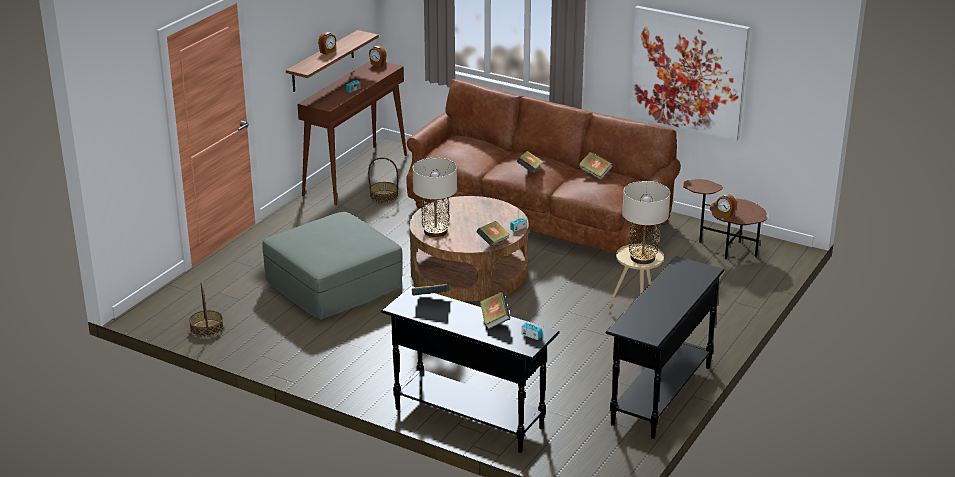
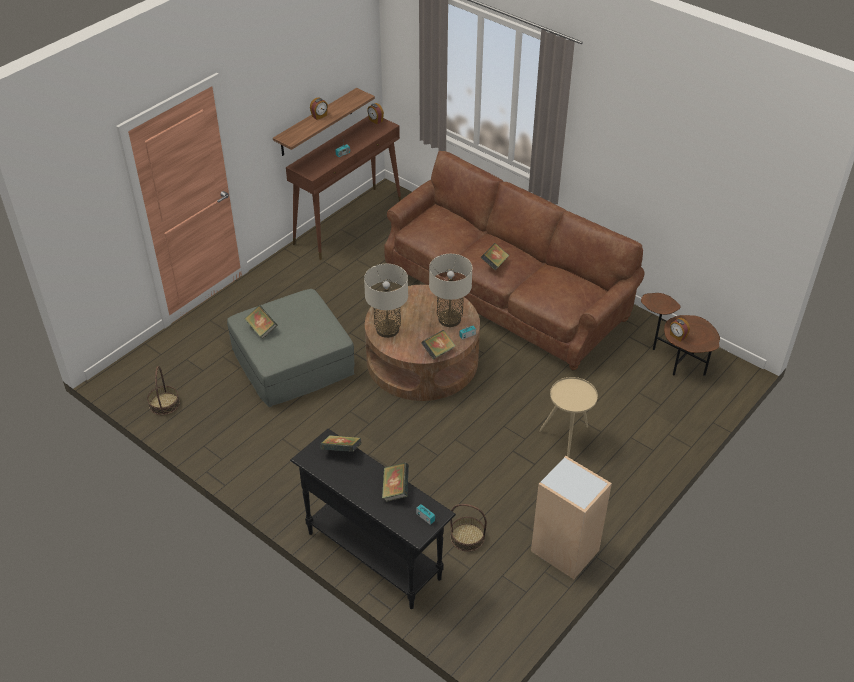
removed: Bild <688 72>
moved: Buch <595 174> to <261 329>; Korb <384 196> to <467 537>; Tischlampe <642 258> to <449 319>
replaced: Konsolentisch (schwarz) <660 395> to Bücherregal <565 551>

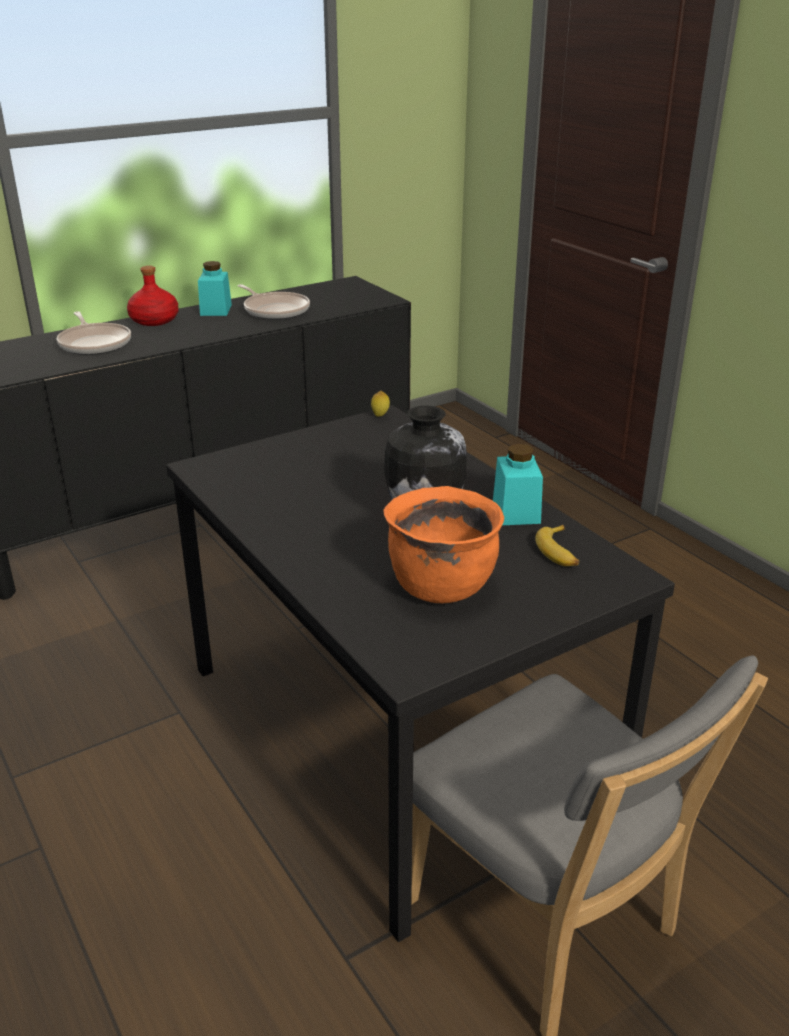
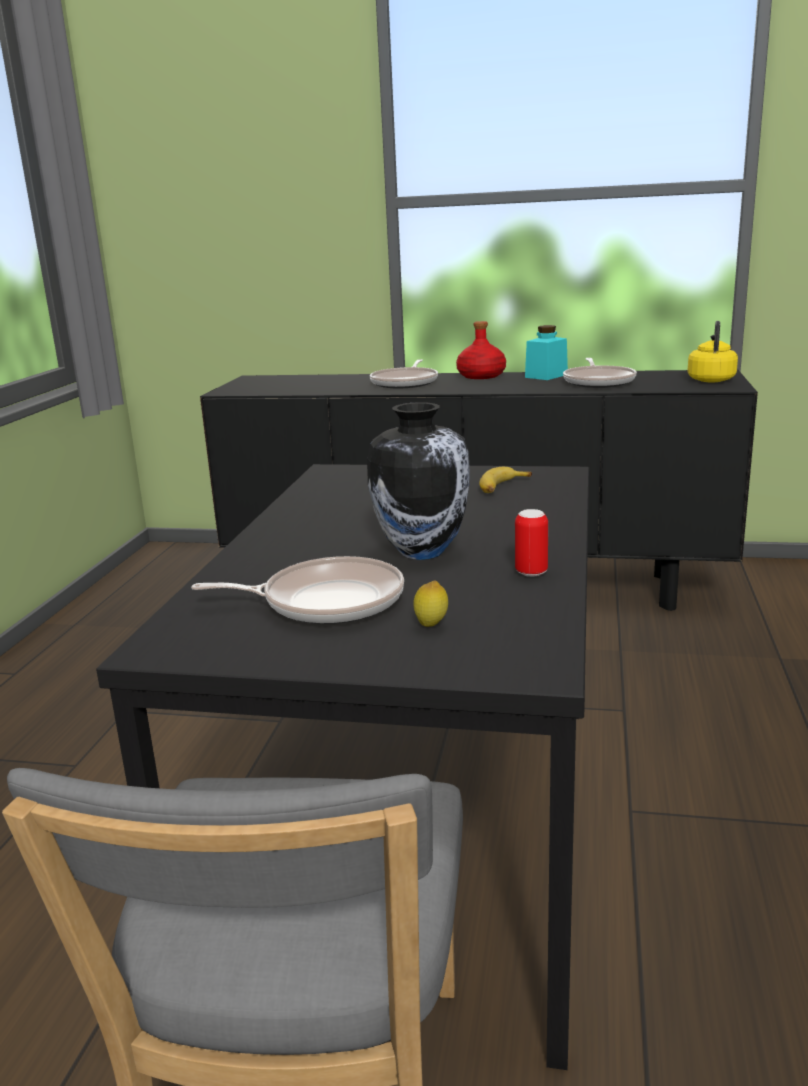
added: Wasserkessel (gelb) <711 379>
moved: Zitrone <380 415> to <431 626>; Banane <559 552> to <502 487>
replaced: Vorratsglas (türkis) <516 512> to Dose <531 572>; Kochtopf (orange) <441 585> to Pfanne <326 601>

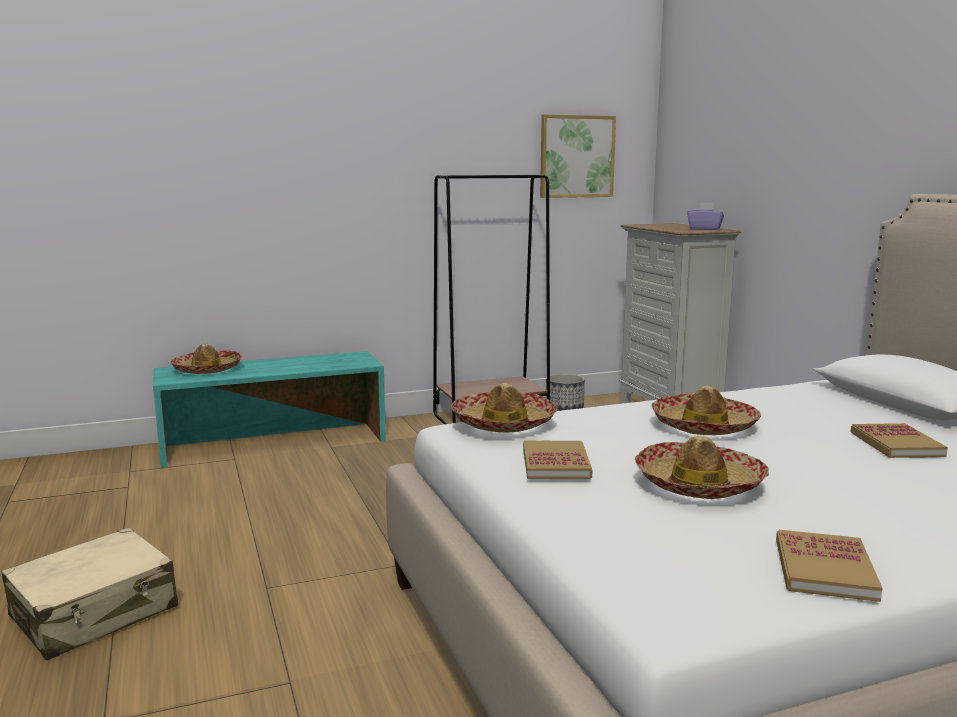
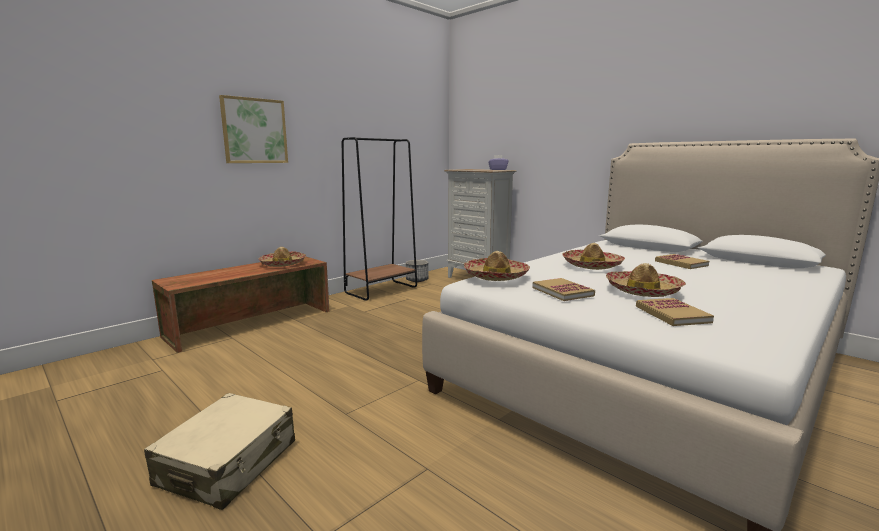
moved: Bild <576 156> to <254 131>; Hut <207 369> to <283 264>; Buch <824 569> to <672 314>
recoloured: Bank (türkis) <275 441> to Bank (braun) <252 322>

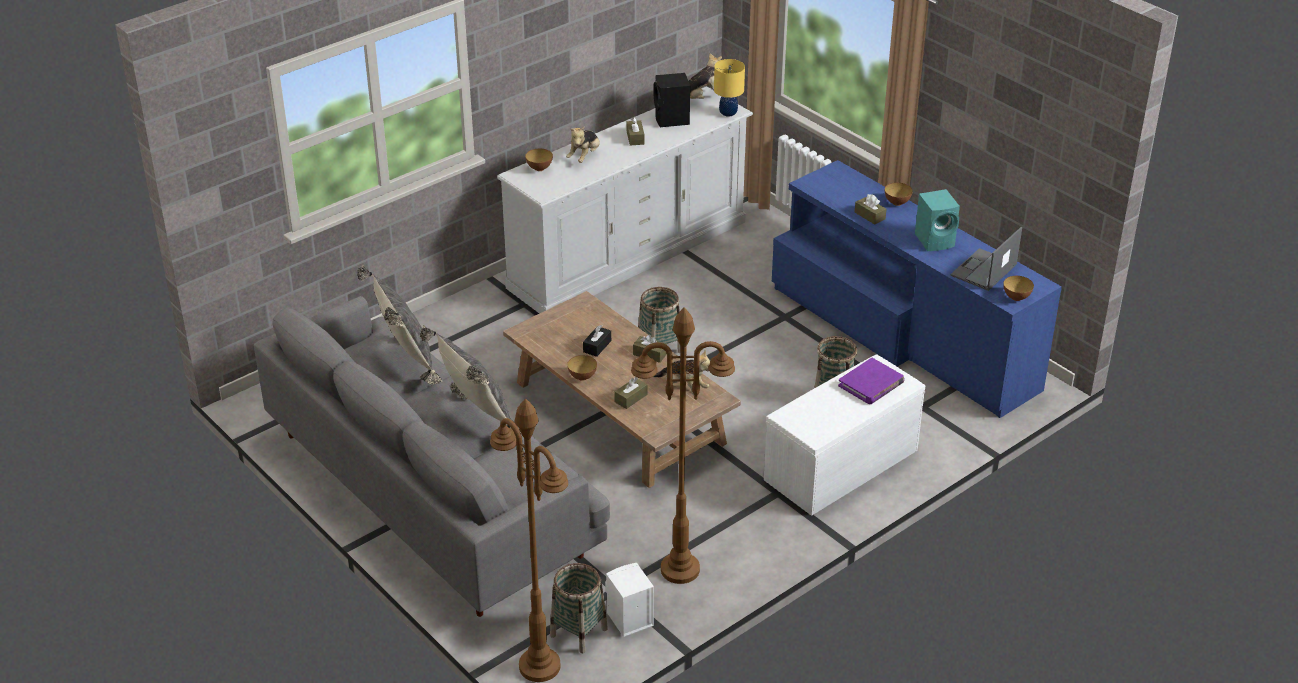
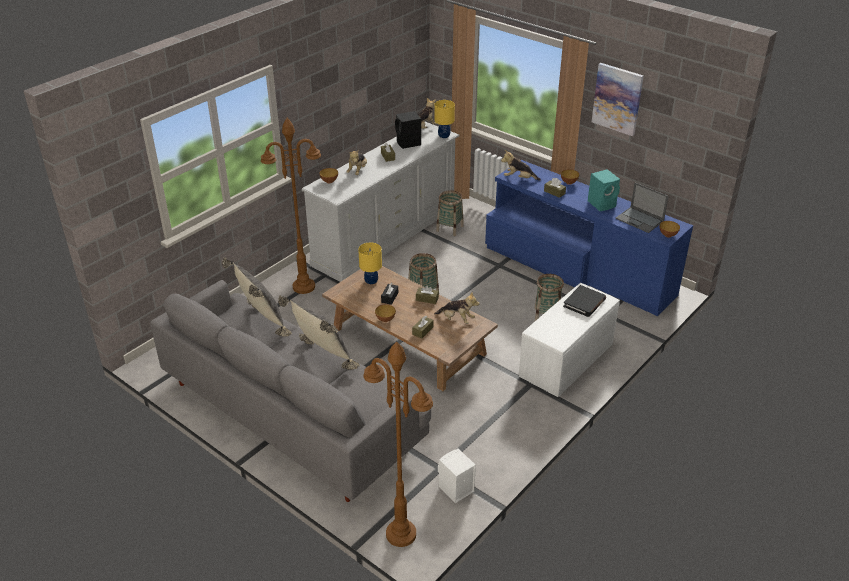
added: Bild <617 99>; Plüschtier <519 178>; Tischlampe (gelb) <371 282>
moved: Stehlampe (braun) <679 570> to <303 287>; Korb <579 632> to <450 228>
recoloured: Buch (lila) <871 384> to Buch (schwarz) <584 303>
turned: Laptop <983 270> = <640 220> 75 degrees counterclockwise

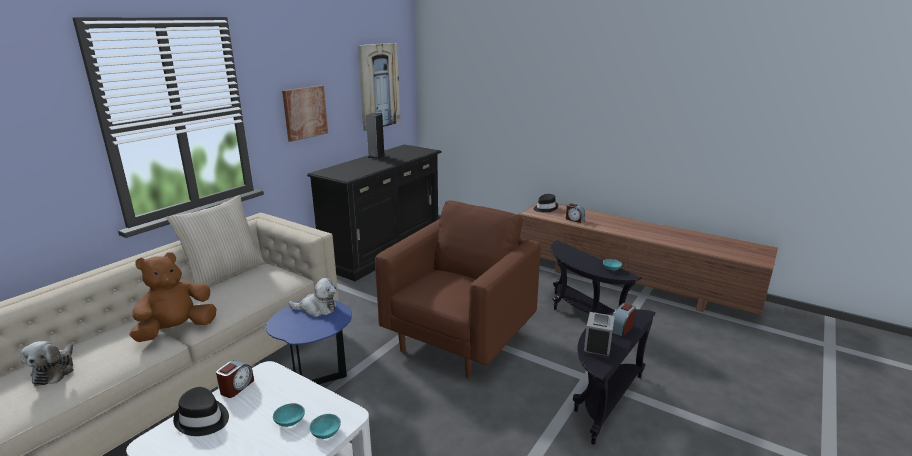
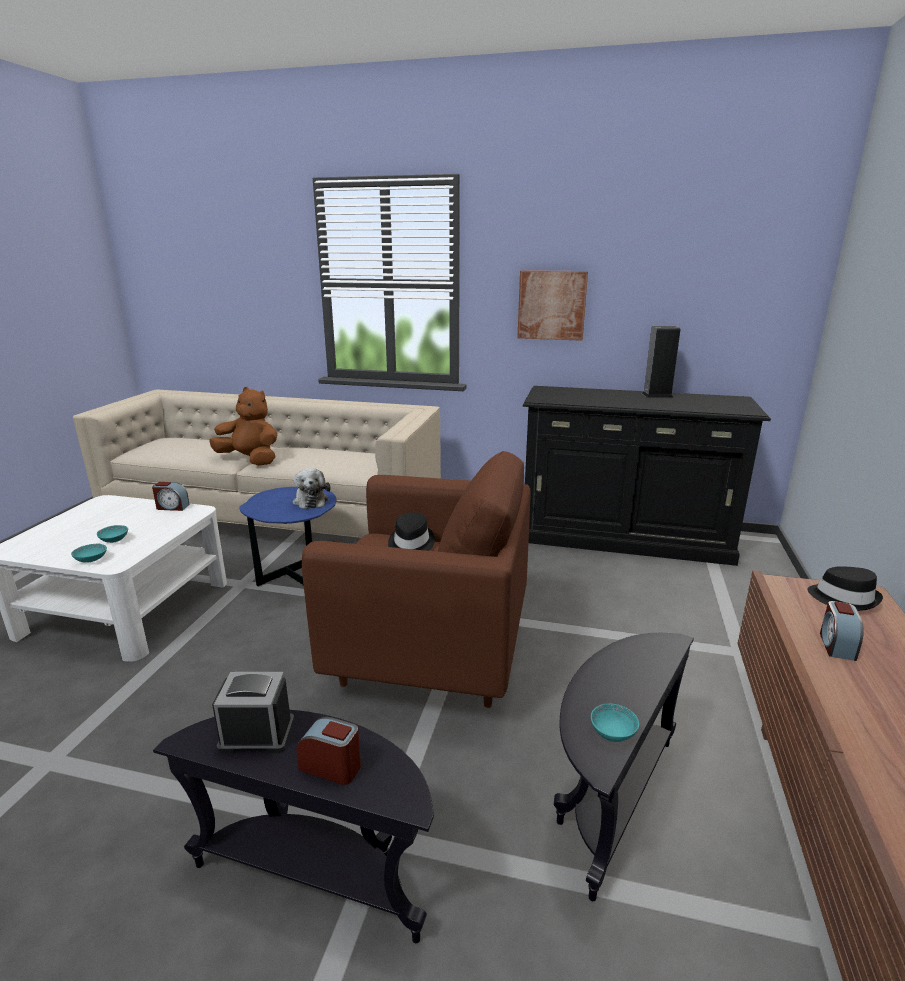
removed: Bild <378 86>; Kissen (beige) <224 273>; Plüschtier <55 371>
moved: Hut (schwarz) <202 419> to <410 544>

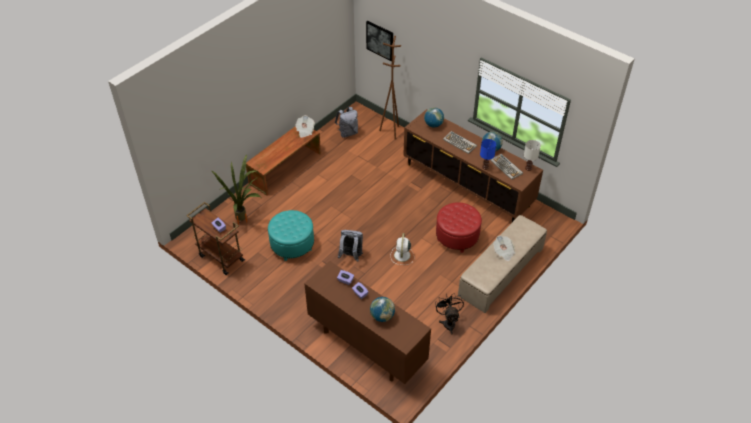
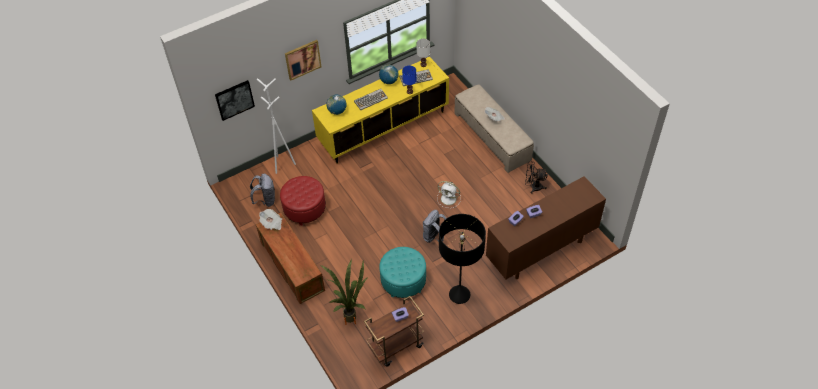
removed: Globus <382 316>
added: Bild <302 59>; Stehlampe (schwarz) <459 296>
moved: Polsterhocker (rot) <457 237> to <305 210>
recoloured: Kleiderständer (braun) <391 132> to Kleiderständer (weiß) <283 164>; Schrank (braun) <467 185> to Schrank (gelb) <383 128>

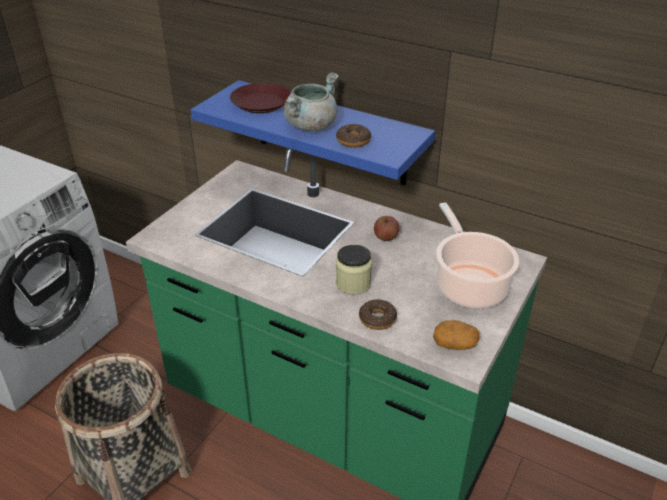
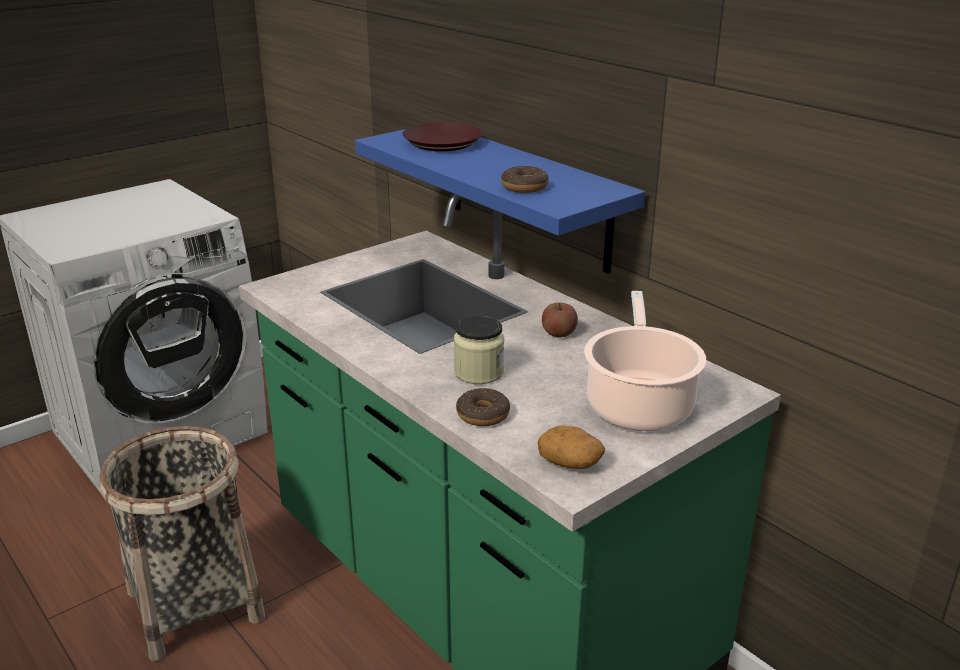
removed: Kochtopf (grau) <310 125>

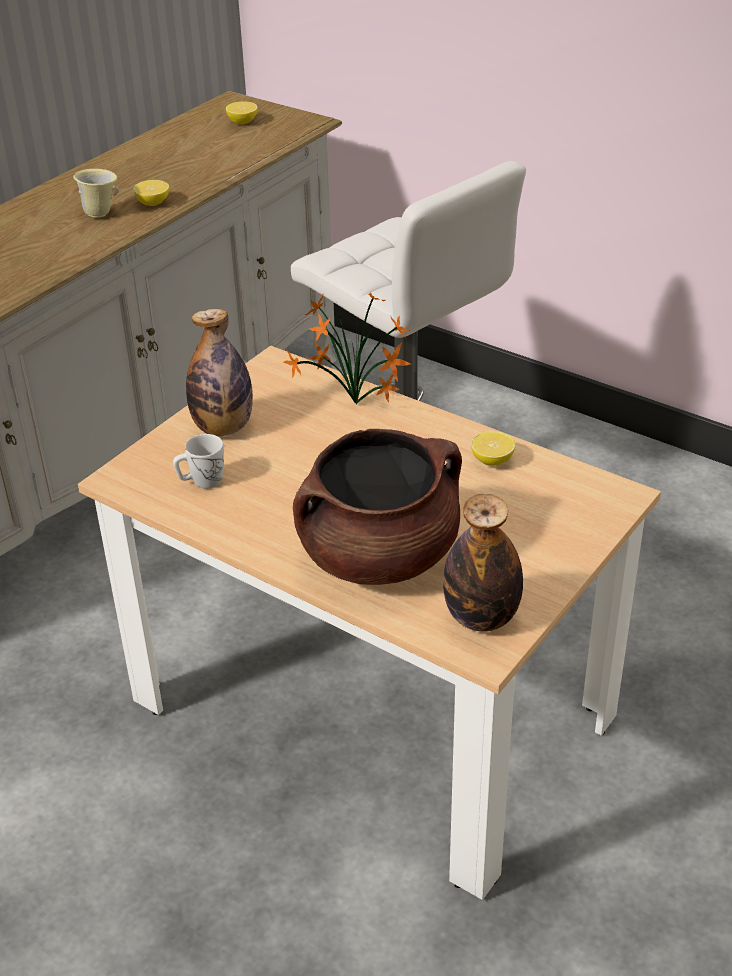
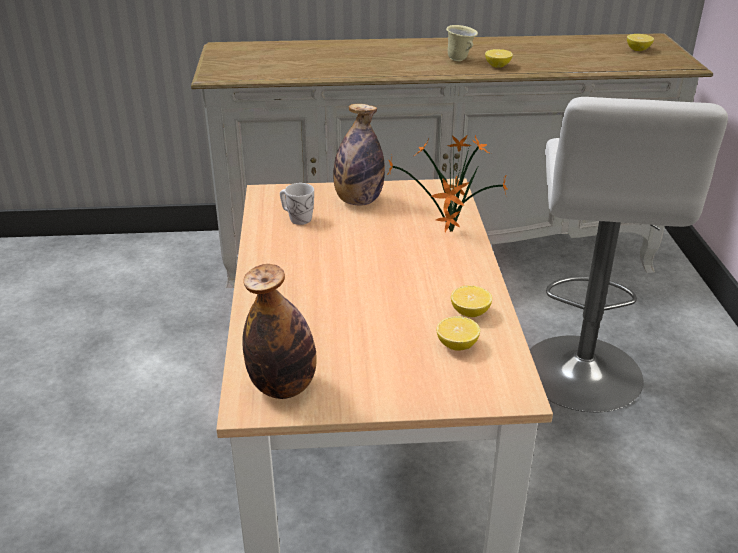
removed: Kochtopf (braun) <378 555>
added: Zitrone <457 345>

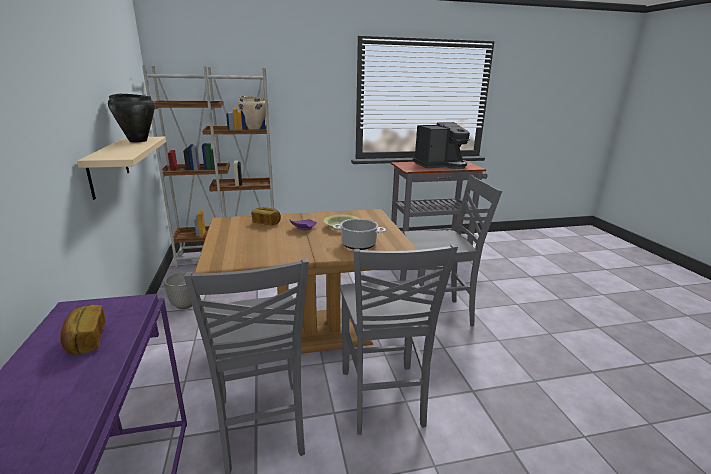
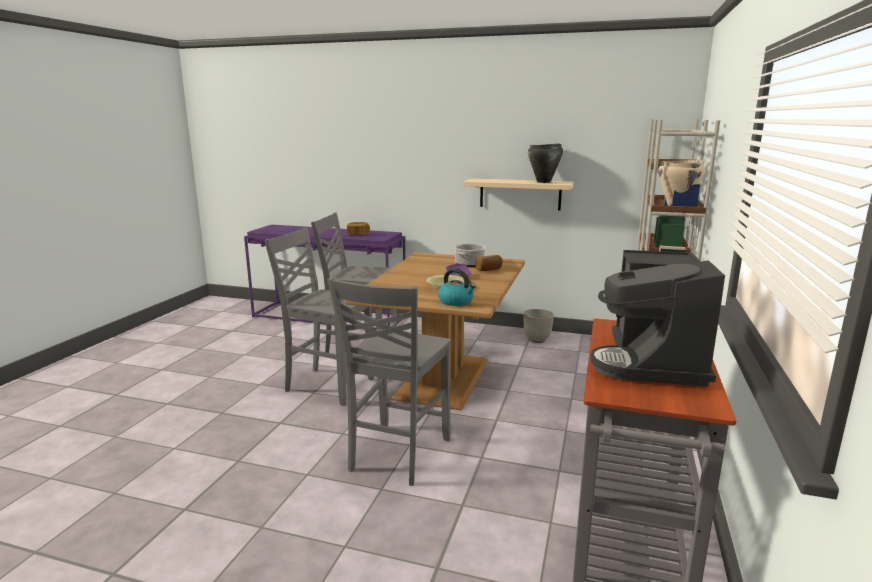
added: Wasserkessel <456 301>
moved: Kochtopf <358 244> to <469 264>

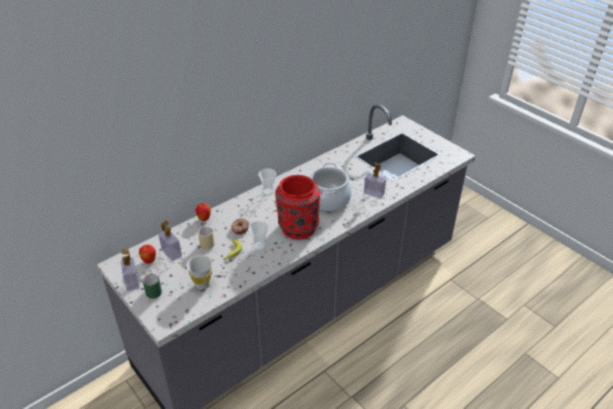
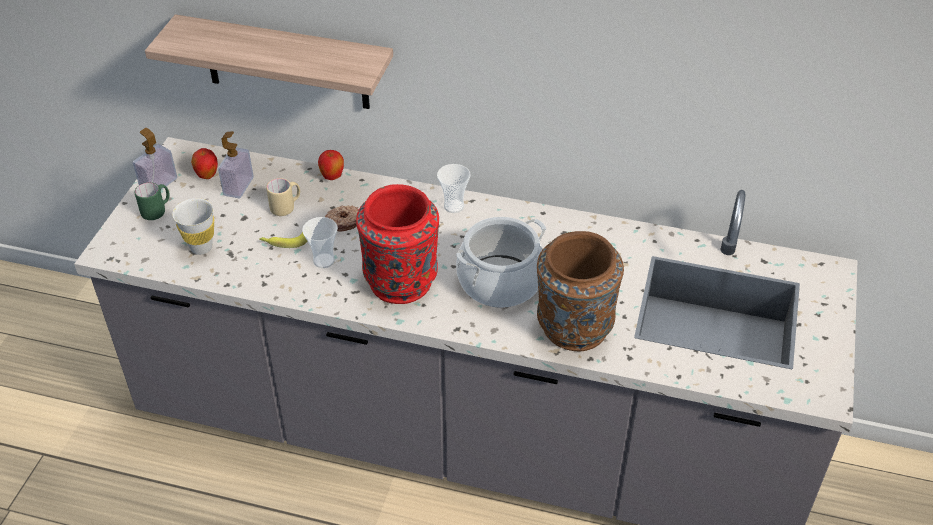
added: Wandregal <286 63>
replaced: Seifenspender <374 193> to Vase (braun) <574 328>

